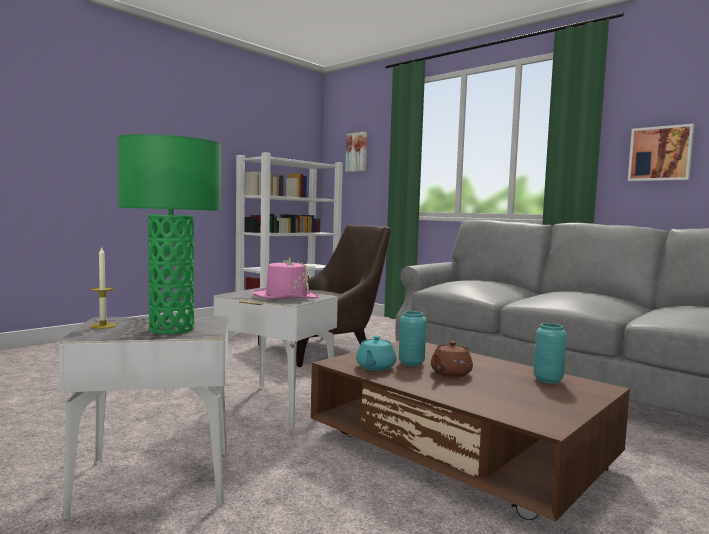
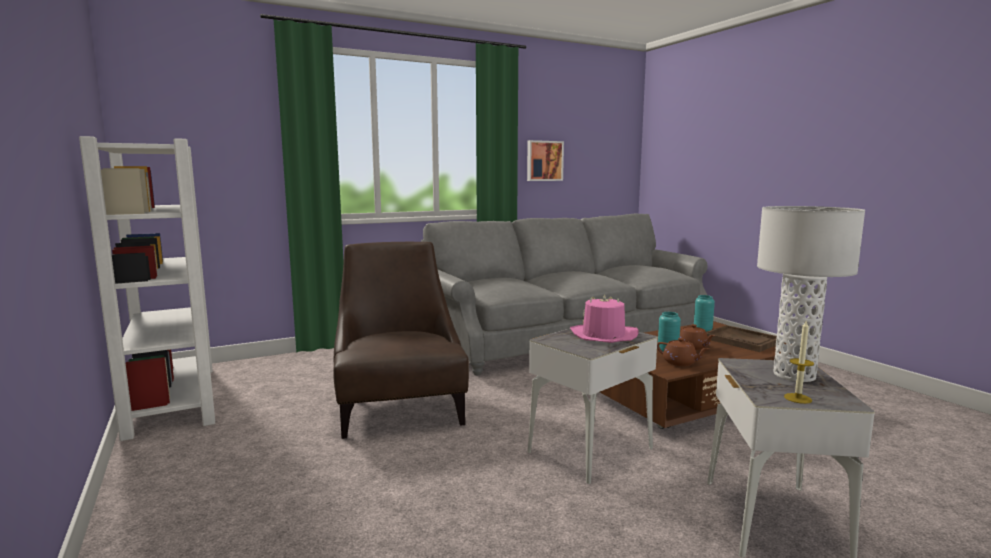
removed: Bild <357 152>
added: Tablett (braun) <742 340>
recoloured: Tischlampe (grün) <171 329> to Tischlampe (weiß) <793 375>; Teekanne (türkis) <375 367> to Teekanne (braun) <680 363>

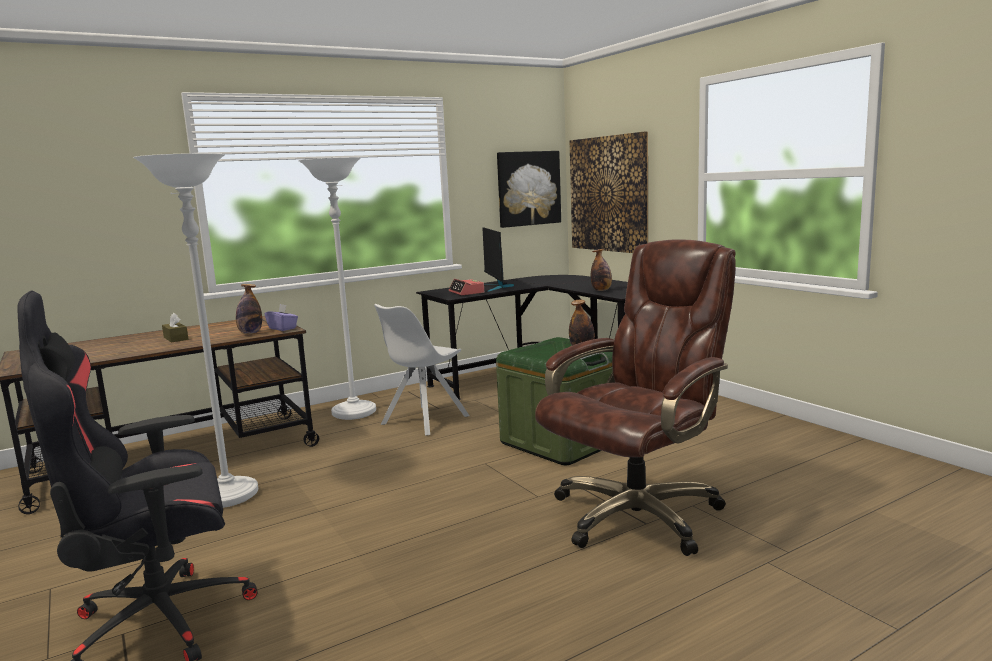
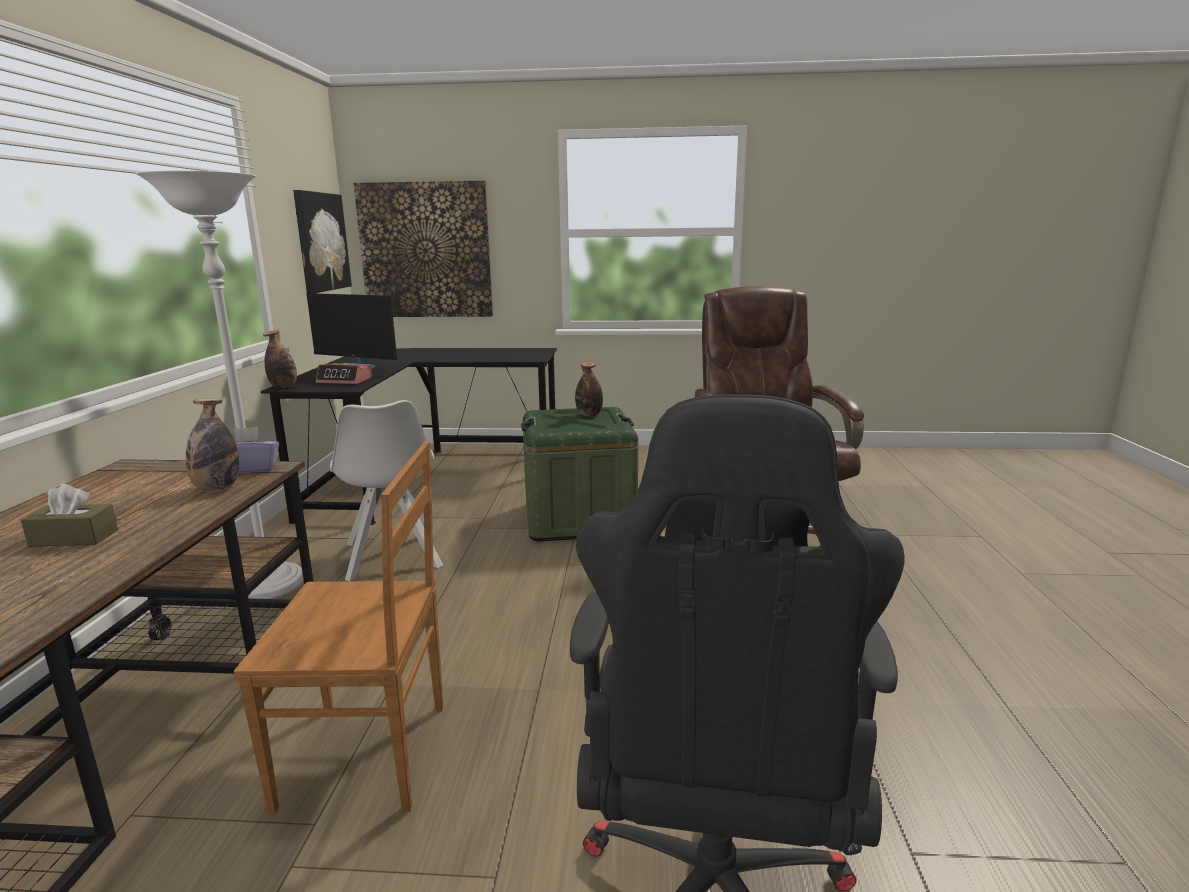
moved: Flasche <601 290> to <284 387>
replaced: Stehlampe (weiß) <227 496> to Stuhl (braun) <370 755>

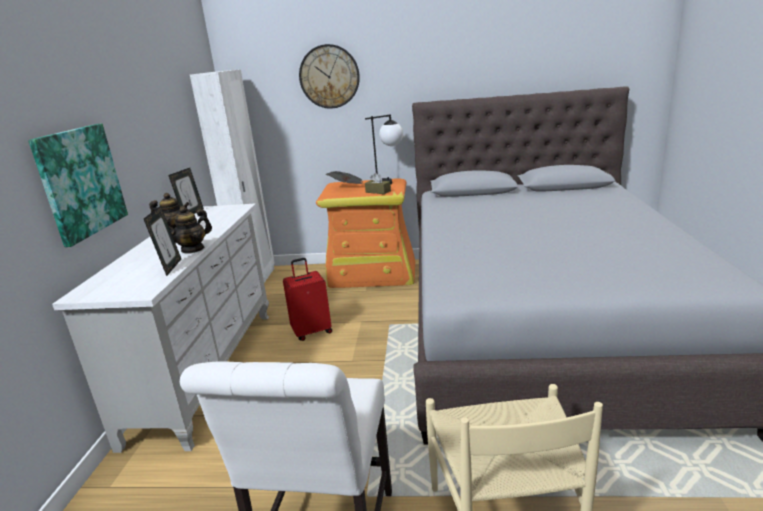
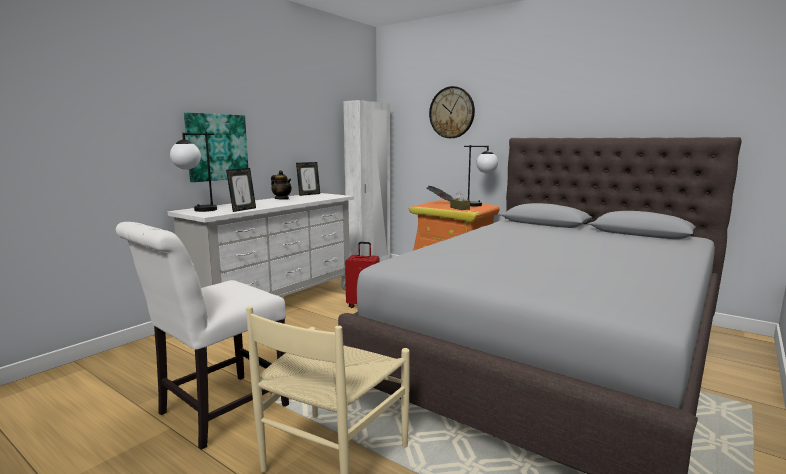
removed: Teekanne <193 249>
added: Tischlampe <197 211>

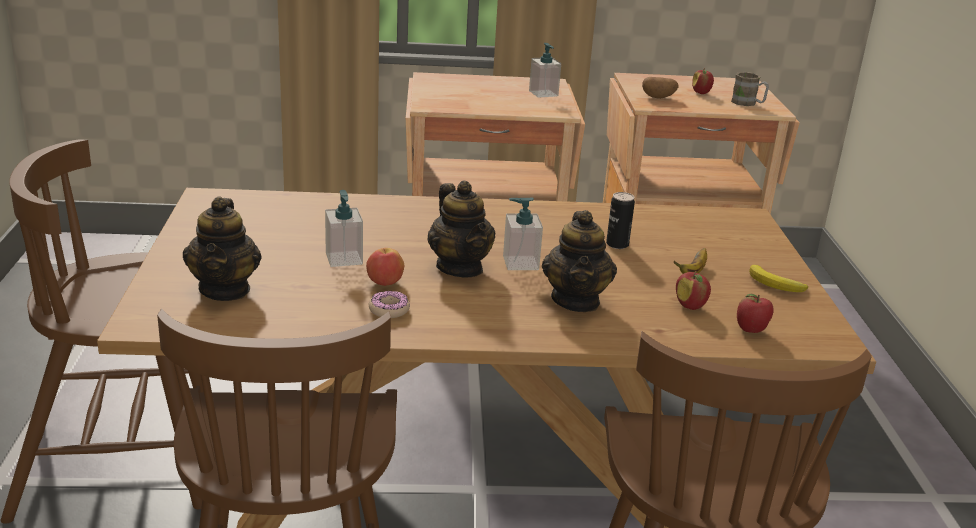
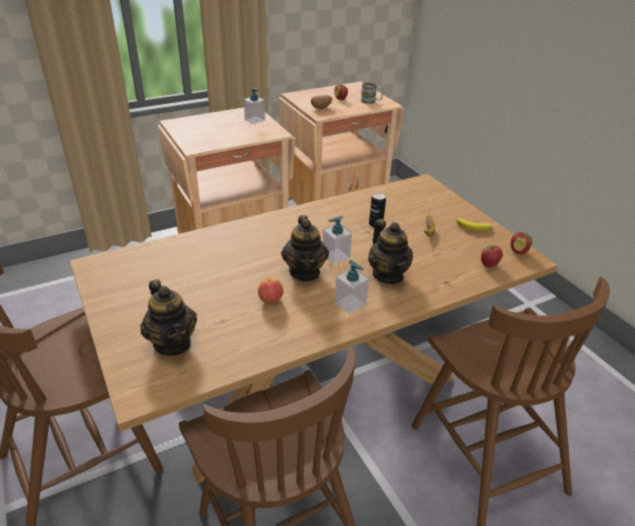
removed: Donut <389 310>
moved: Seifenspender <344 259> to <350 304>; Apfel <690 306> to <518 251>
turned: Teekanne <460 268> = <305 272> 45 degrees clockwise

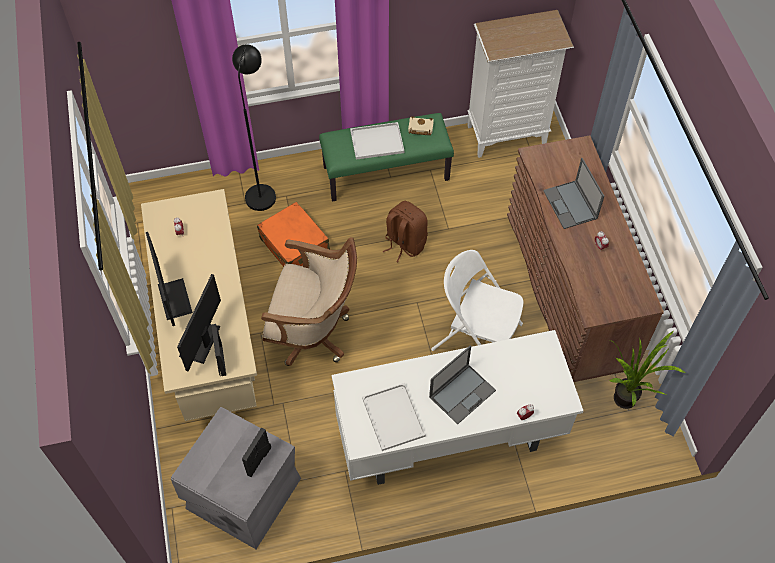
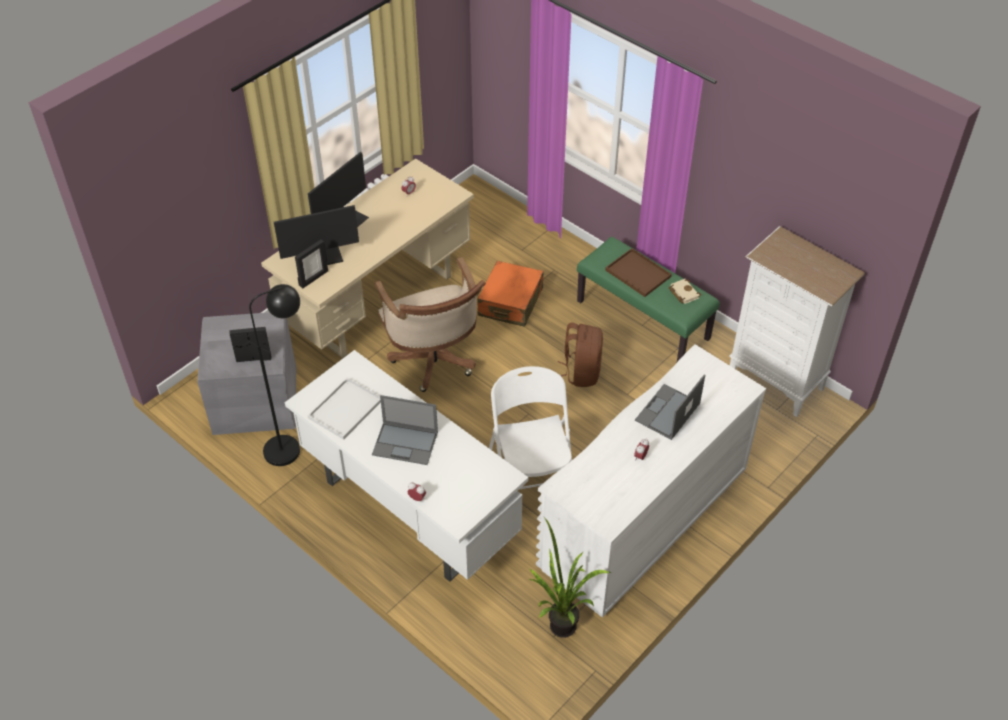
moved: Stehlampe (schwarz) <262 190> to <293 448>
recoloured: Tablett (weiß) <376 142> to Tablett (braun) <636 273>; Kommode (braun) <568 292> to Kommode (weiß) <643 521>

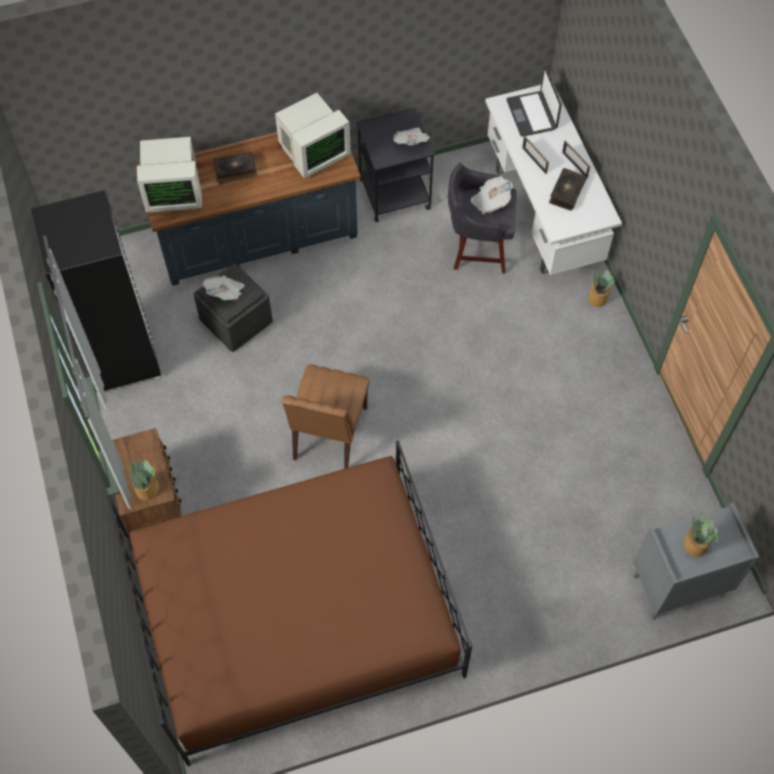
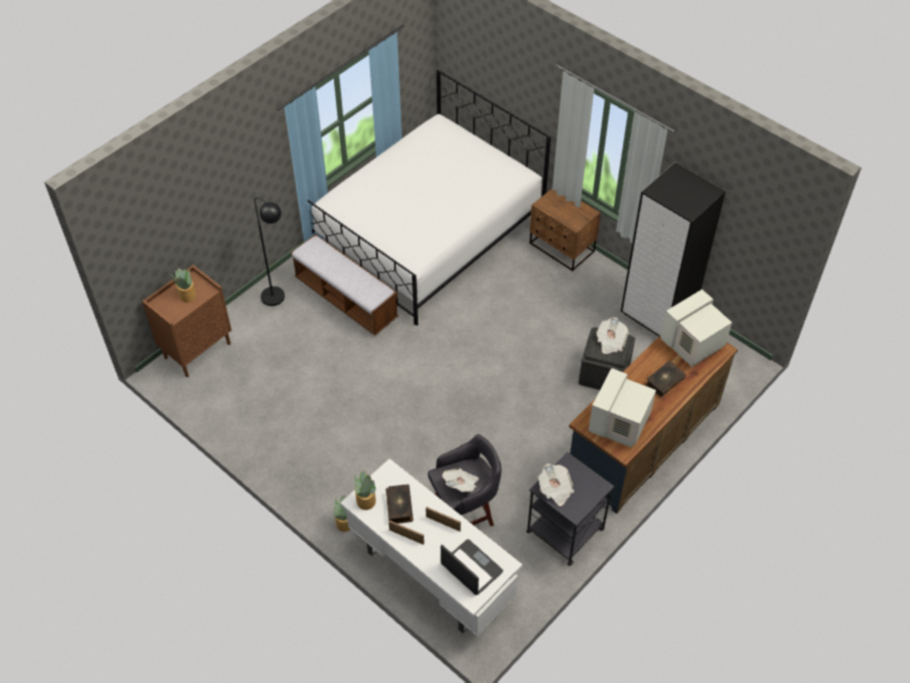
removed: Stuhl (braun) <329 432>
added: Stehlampe (schwarz) <278 300>; Bank <346 299>
moved: Topfpflanze <147 489> to <366 500>
recoloured: Bett (braun) <297 617> to Bett (weiß) <429 233>; Schrank (grau) <677 586> to Schrank (braun) <198 350>

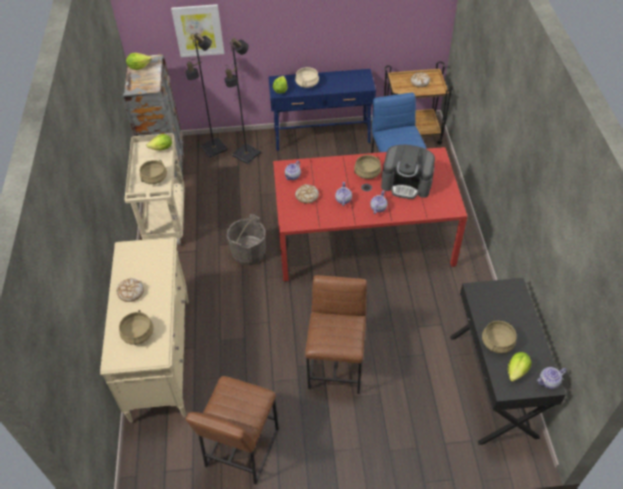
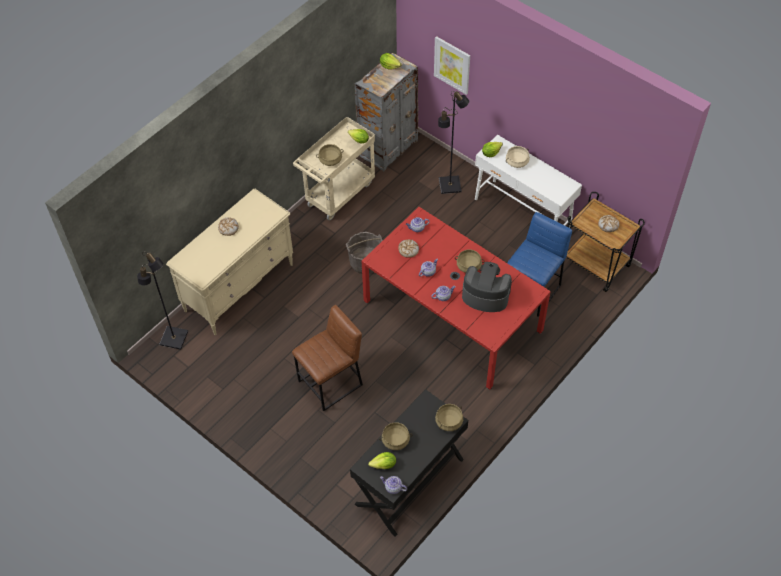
removed: Stuhl (braun) <241 448>
moved: Stehlampe (schwarz) <214 148> to <174 338>; Kochtopf (beige) <138 334> to <449 422>
recoloured: Konsolentisch (blau) <322 137> to Konsolentisch (weiß) <522 214>
turned: Kaffeemaschine <407 183> = <485 295> 135 degrees clockwise

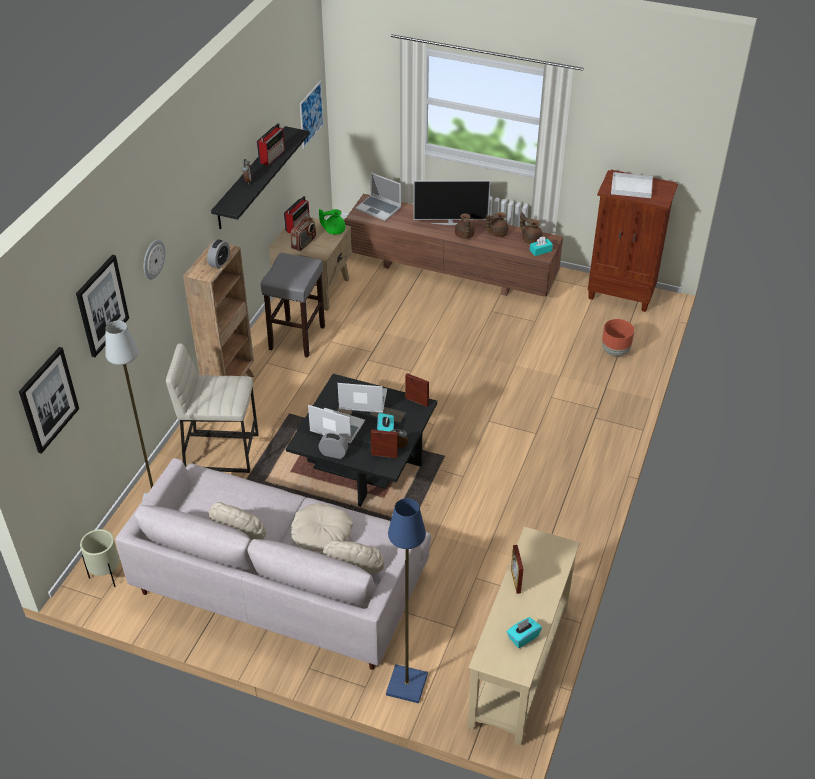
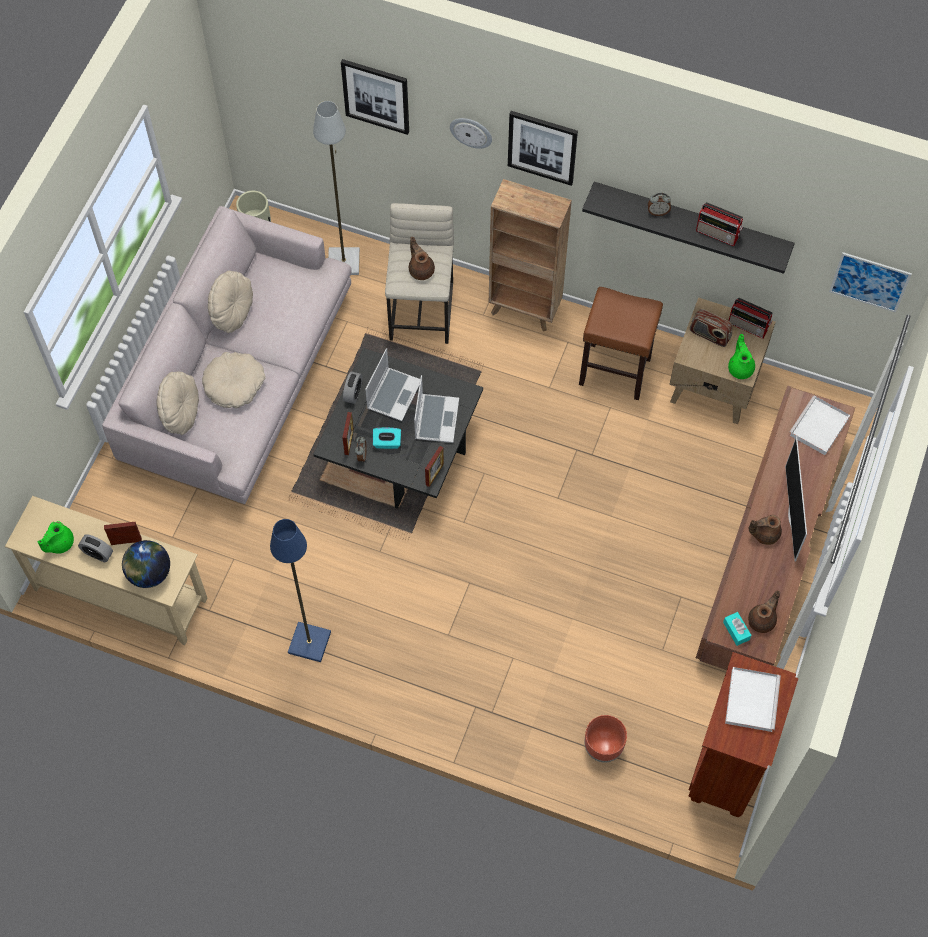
added: Globus <149 573>
moved: Teekanne (braun) <496 233> to <421 269>; Wecker <219 262> to <98 553>; Bild <48 399> to <542 147>; Stehlampe (blau) <407 685> to <308 643>
replaced: Laptop <379 209> to Tablett (weiß) <819 428>; Taschentuchbox (türkis) <523 637> to Teekanne (grün) <59 543>
recoloured: Hocker (grau) <297 337> to Hocker (braun) <615 371>

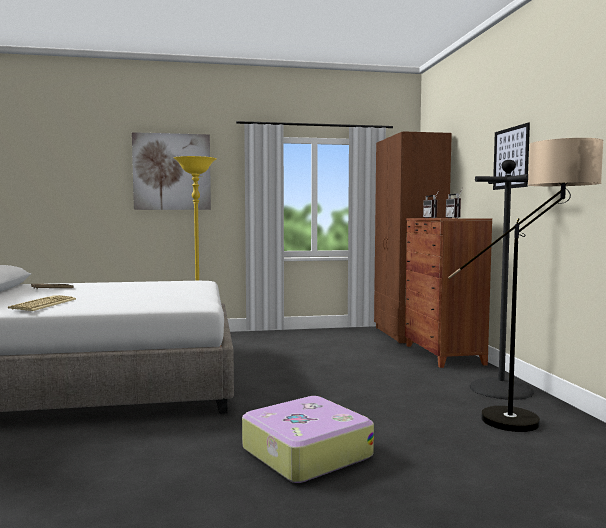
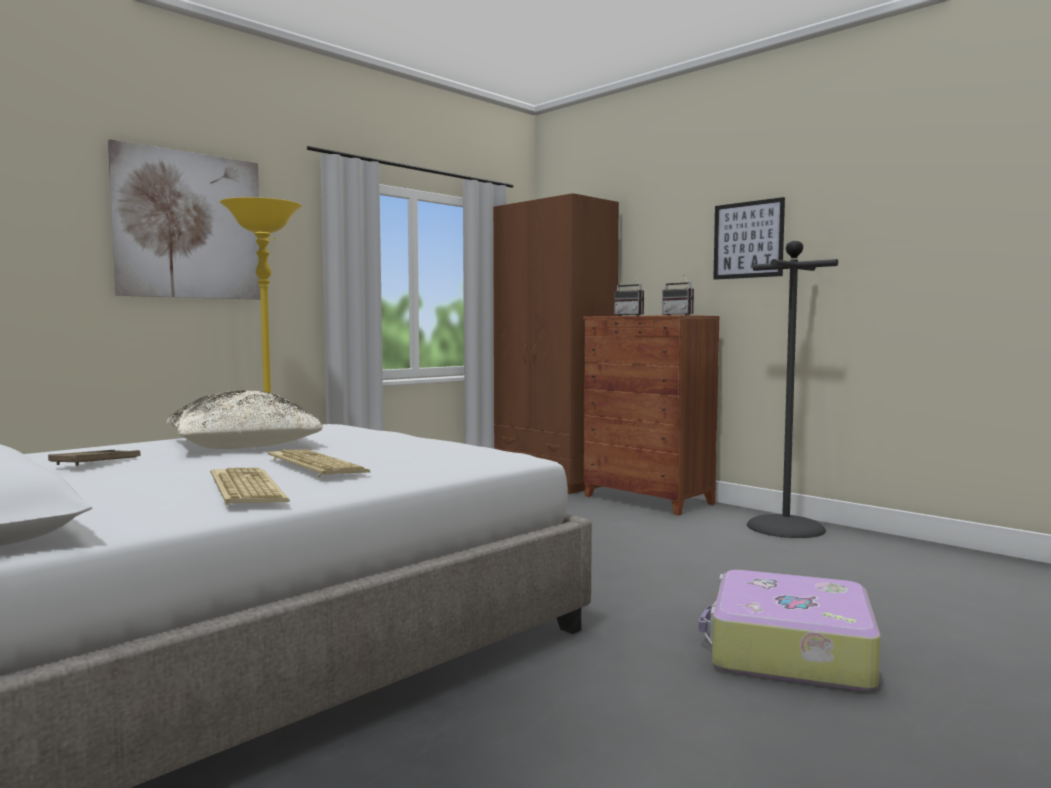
removed: Stehlampe <533 422>
added: Kissen (beige) <243 443>; Tastatur <313 465>

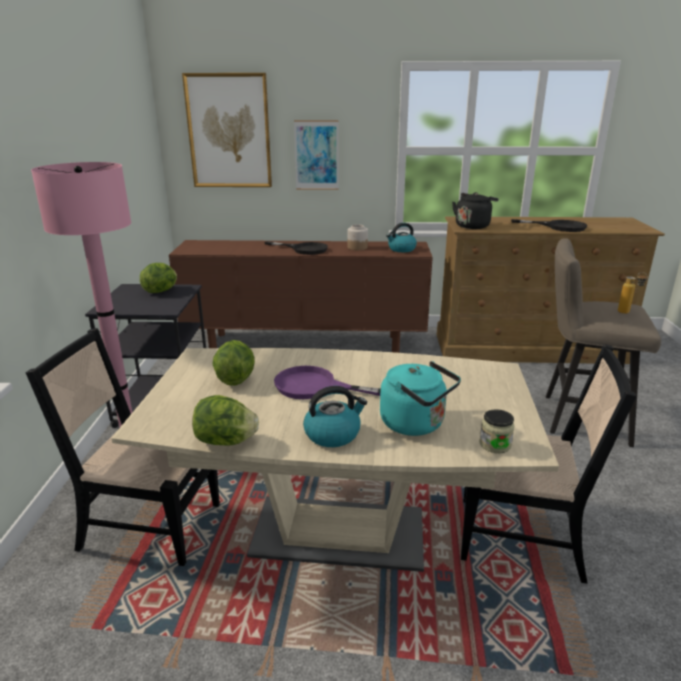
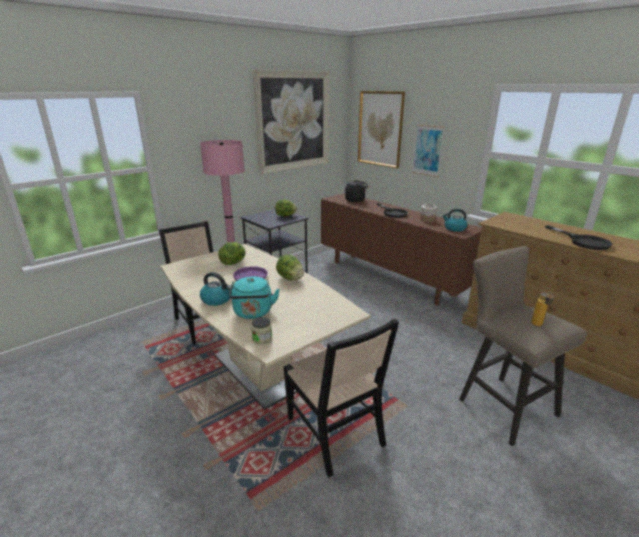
added: Bild <293 121>
moved: Wasserkessel (schwarz) <473 226> to <356 200>; Salatkopf <226 442> to <290 278>

